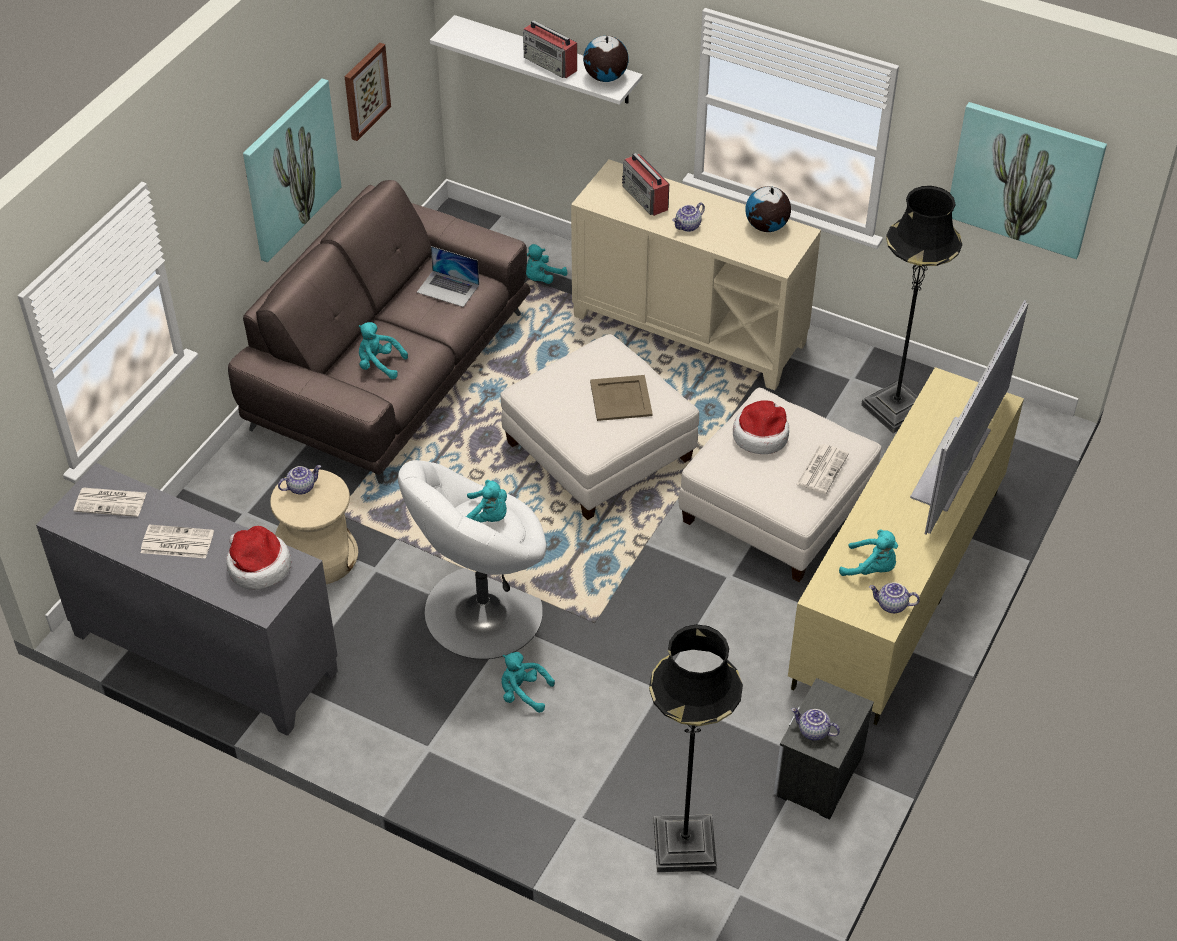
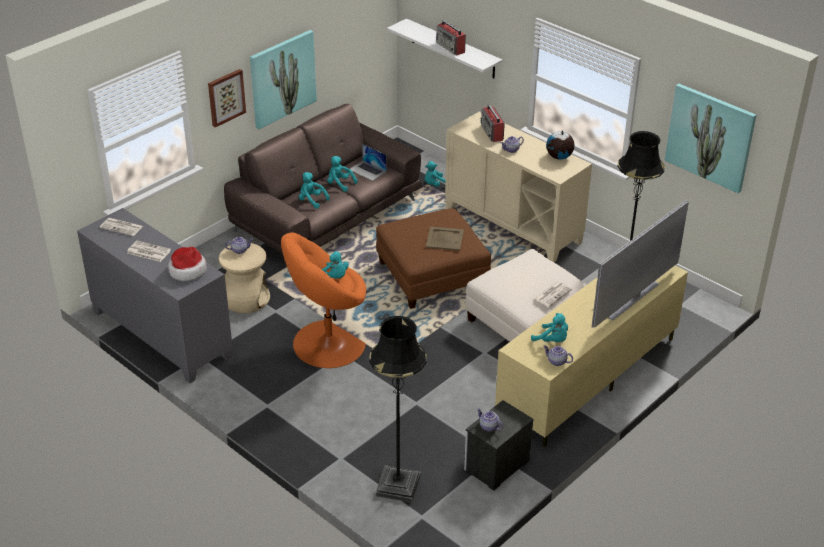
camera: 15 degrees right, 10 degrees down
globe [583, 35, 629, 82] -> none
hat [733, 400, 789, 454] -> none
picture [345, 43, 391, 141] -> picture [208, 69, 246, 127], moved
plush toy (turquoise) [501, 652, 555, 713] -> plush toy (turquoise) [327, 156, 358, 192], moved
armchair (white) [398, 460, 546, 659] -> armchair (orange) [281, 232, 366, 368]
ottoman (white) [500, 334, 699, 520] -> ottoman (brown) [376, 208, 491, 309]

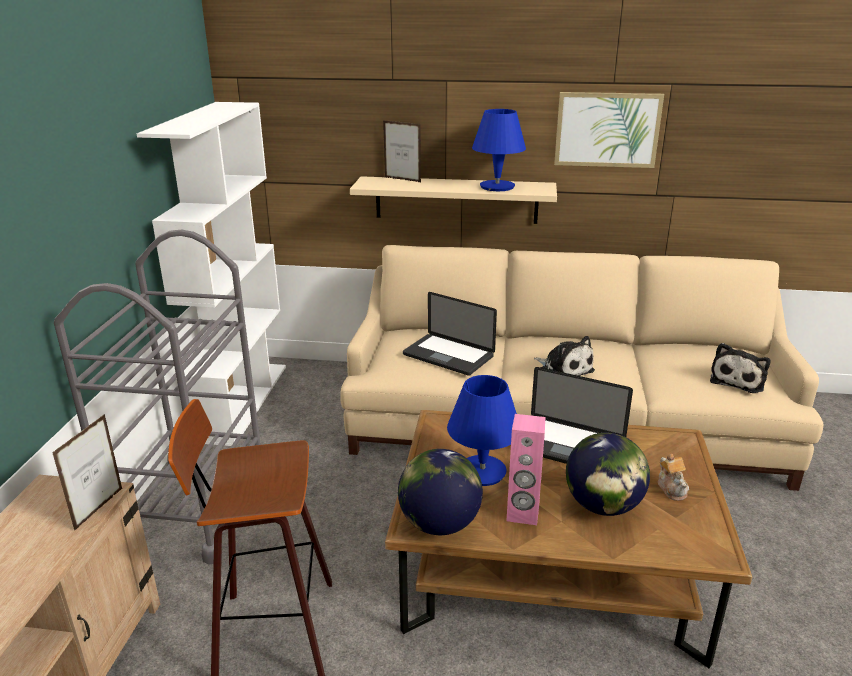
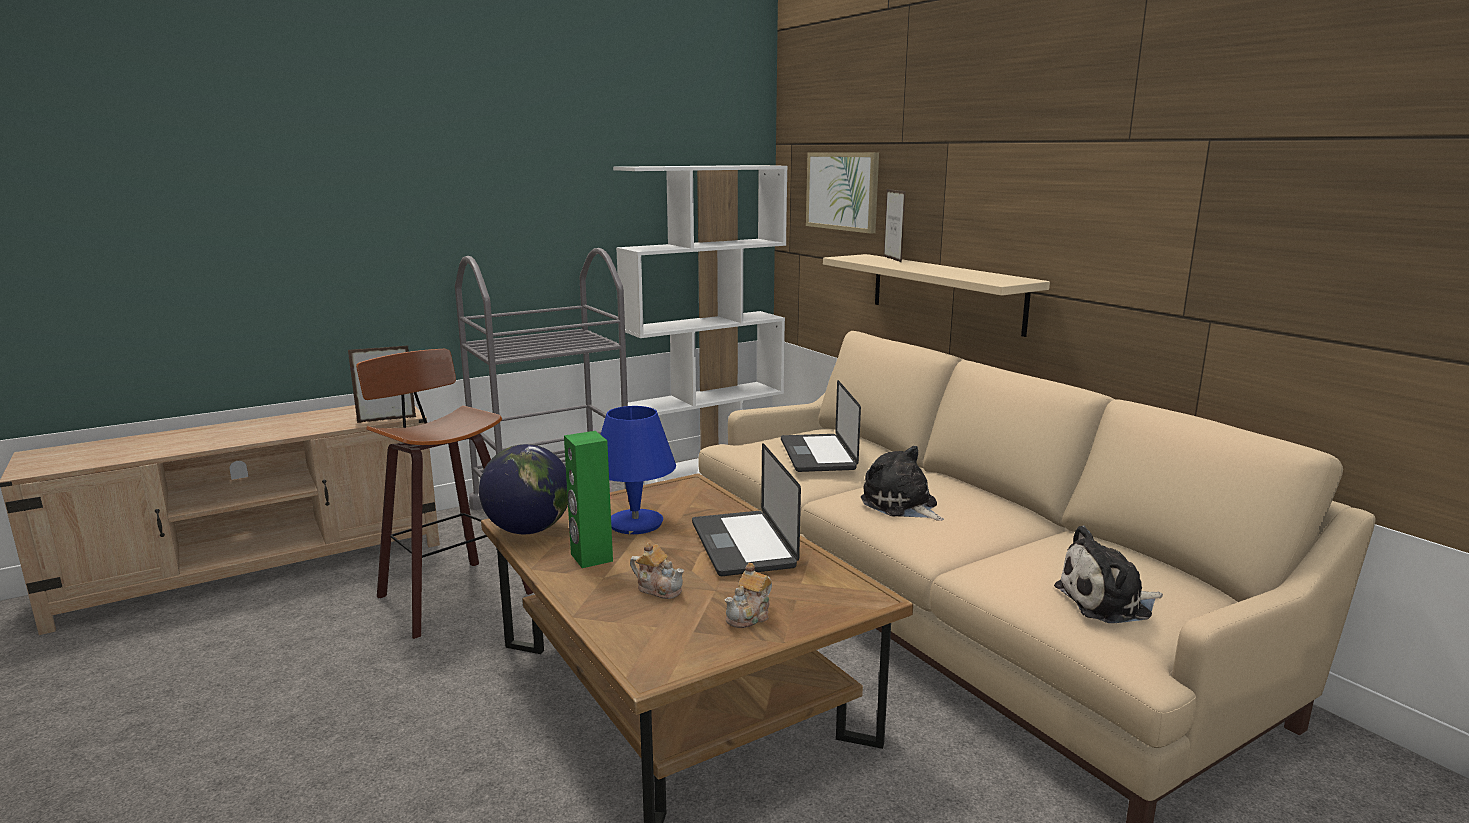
camera: 50 degrees right, 10 degrees down
table lamp (blue) [472, 109, 526, 191] -> none
picture [554, 92, 664, 168] -> picture [806, 152, 879, 234], moved
globe [566, 433, 650, 516] -> teapot [630, 542, 684, 599]
speaker (pink) [506, 414, 545, 525] -> speaker (green) [564, 431, 613, 568]
plush toy [534, 336, 595, 376] -> plush toy [861, 446, 944, 521], 135 degrees clockwise

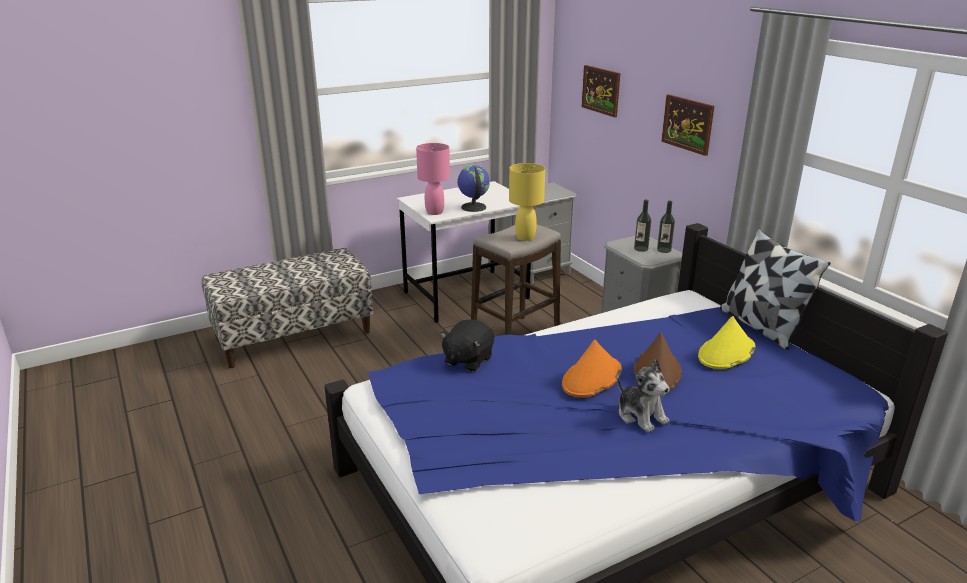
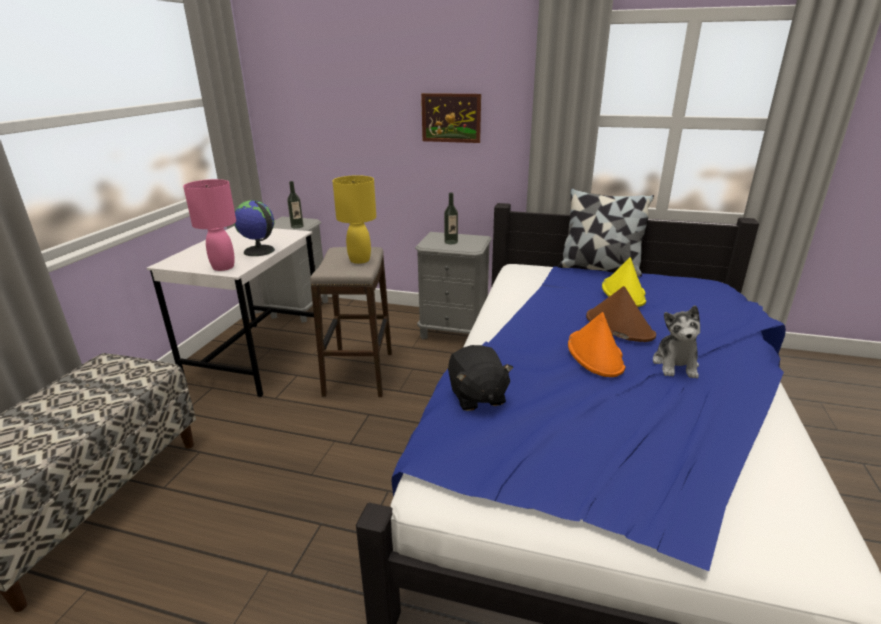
camera: 45 degrees left, 0 degrees up
picture [582, 65, 620, 117] -> none
bottle [657, 201, 675, 253] -> bottle [287, 181, 304, 229], moved
plush toy [618, 359, 670, 433] -> plush toy [653, 305, 700, 378], 90 degrees clockwise

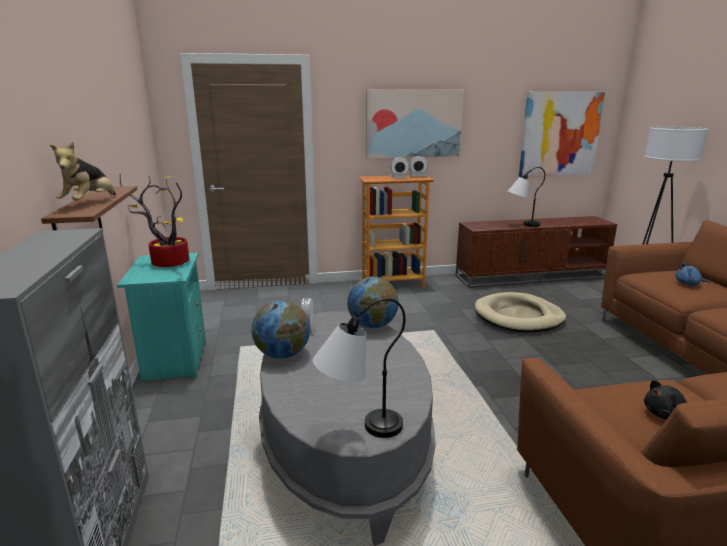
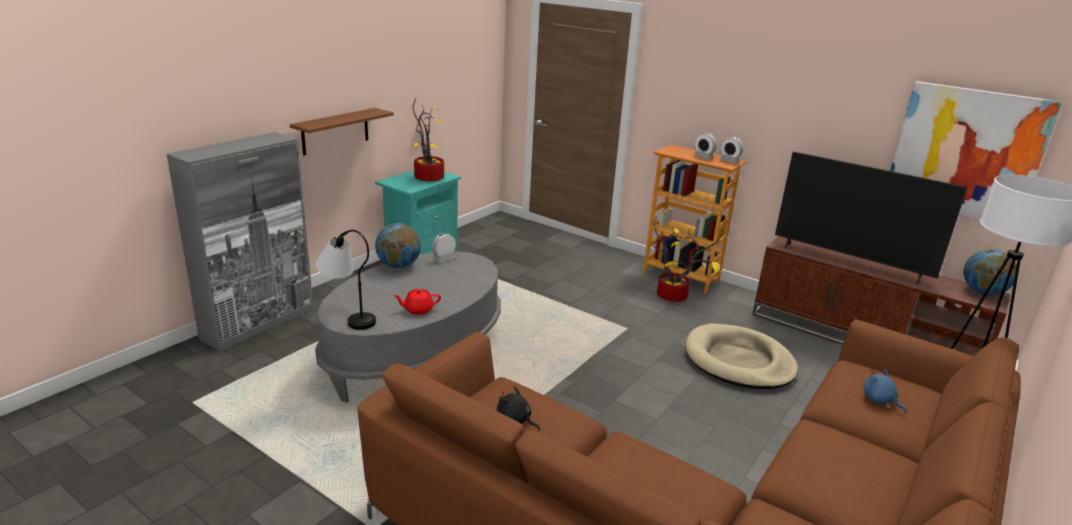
camera: 45 degrees right, 5 degrees up
plush toy [50, 142, 116, 201] -> none
picture [366, 90, 464, 158] -> none
none -> teapot (red) [393, 289, 441, 315]
none -> potted plant [650, 217, 721, 302]
globe [347, 277, 398, 328] -> globe [964, 249, 1017, 295], moved
table lamp [508, 167, 545, 227] -> television [775, 152, 967, 285]

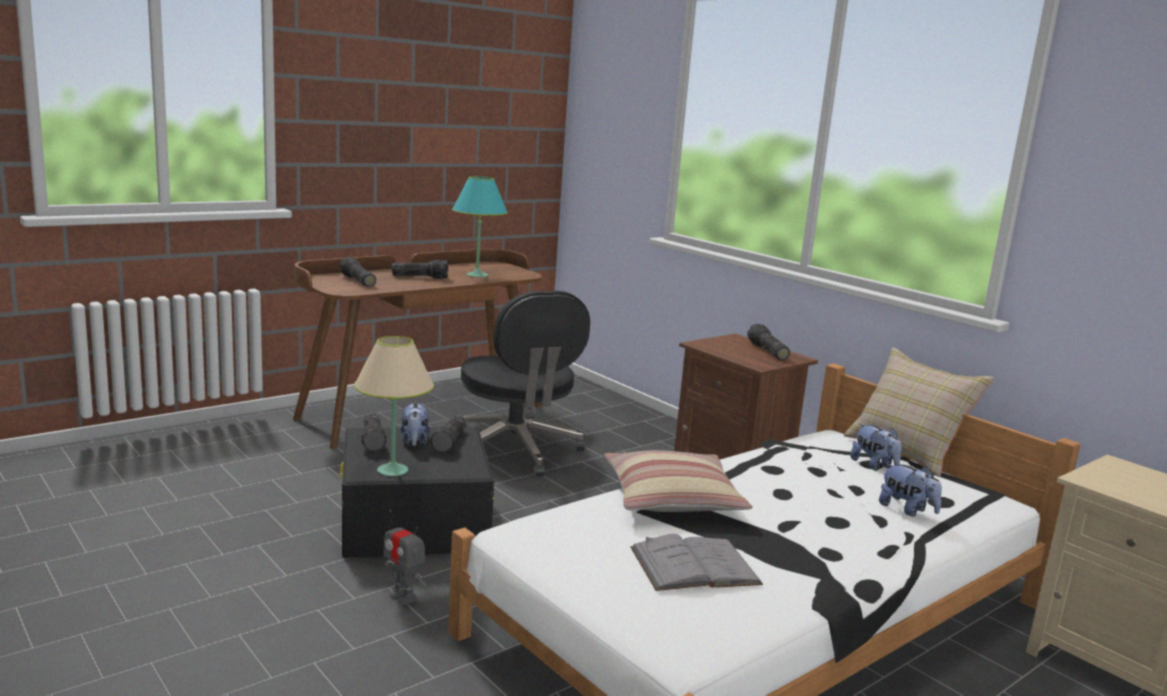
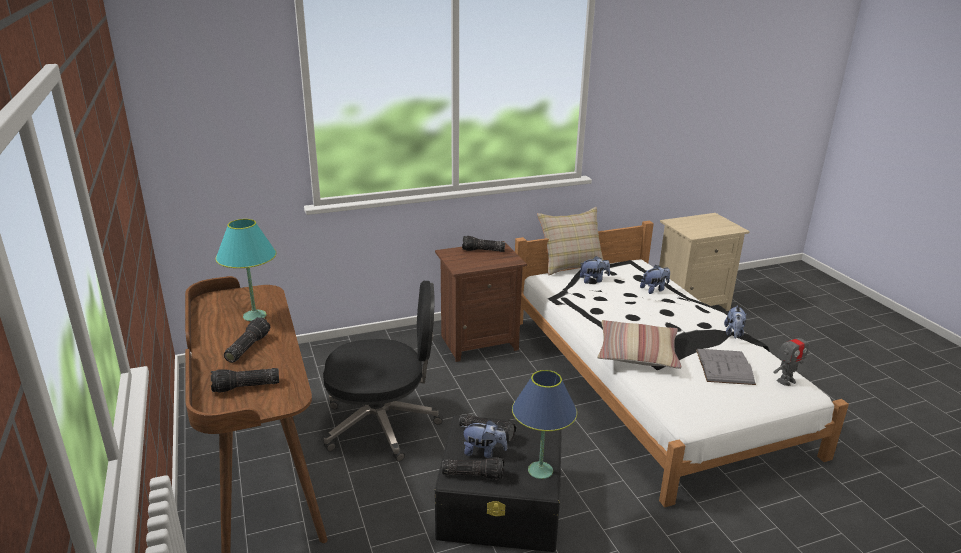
camera: 70 degrees left, 10 degrees up
none -> plush toy [724, 305, 747, 338]
toy robot [384, 510, 427, 604] -> toy robot [773, 330, 809, 386], moved
table lamp (beige) [354, 336, 434, 476] -> table lamp (blue) [512, 370, 577, 479]

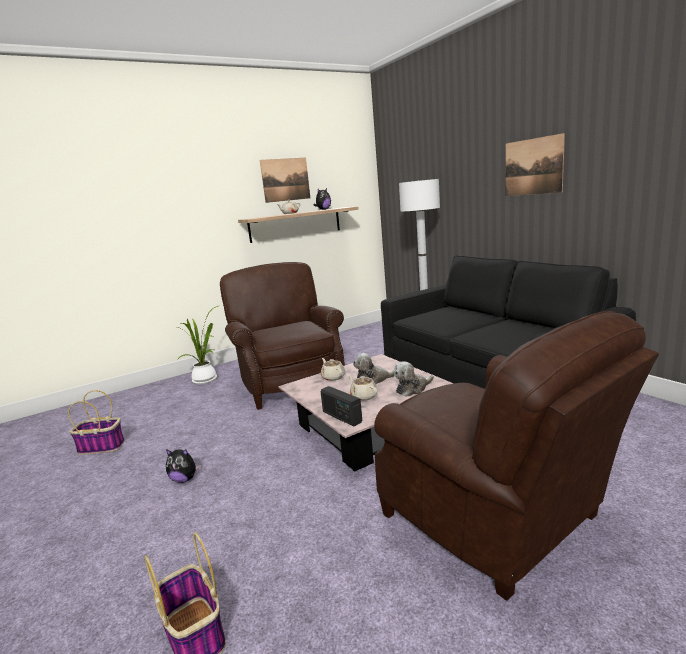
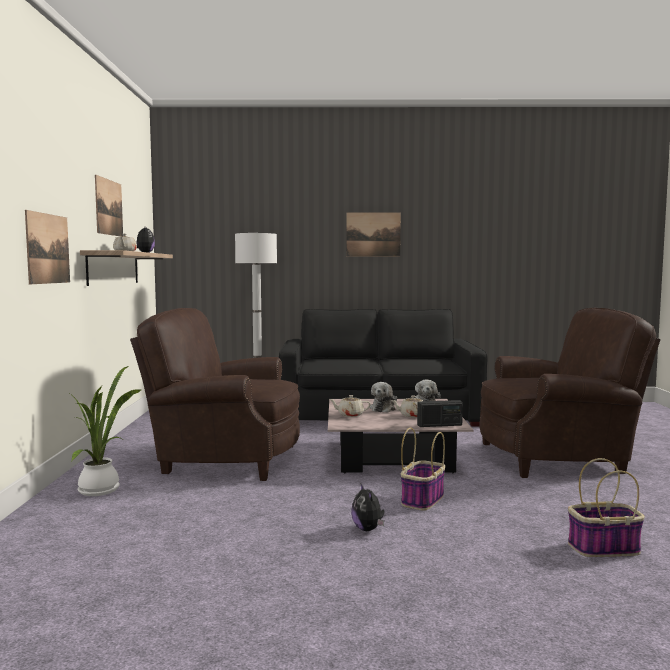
camera: 60 degrees left, 10 degrees down
none -> picture [25, 210, 70, 284]
basket [68, 390, 125, 455] -> basket [401, 428, 445, 511], moved
plush toy [166, 449, 201, 483] -> plush toy [351, 483, 385, 531], 120 degrees clockwise

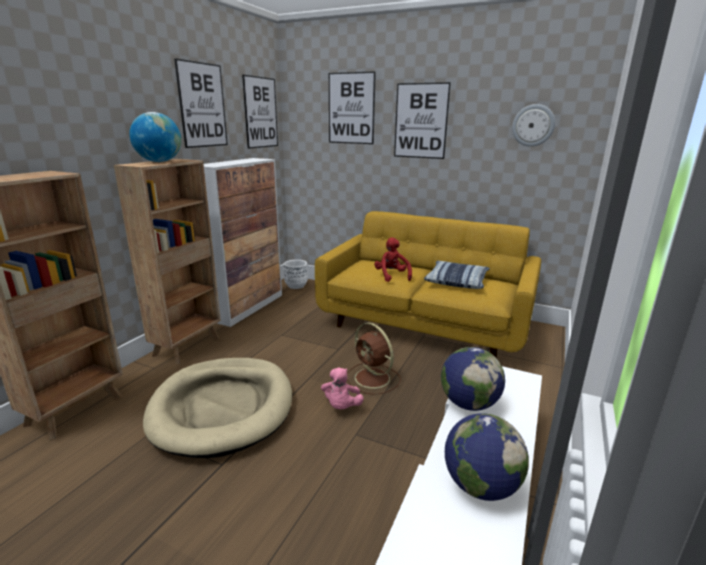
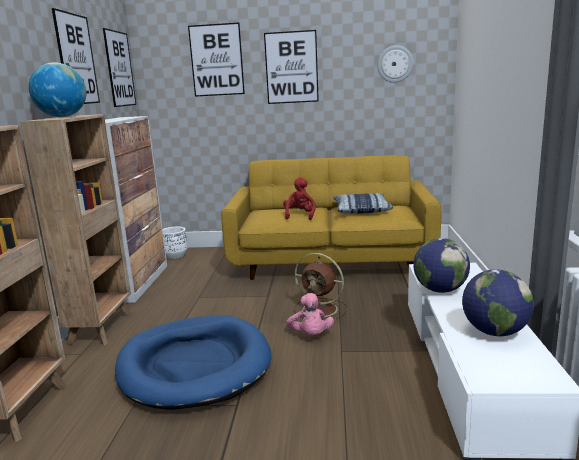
camera: 20 degrees left, 5 degrees down
dog bed (beige) [143, 358, 292, 458] -> dog bed (blue) [115, 315, 272, 410]
plush toy (red) [374, 237, 412, 282] -> plush toy (red) [283, 177, 316, 220], 45 degrees clockwise

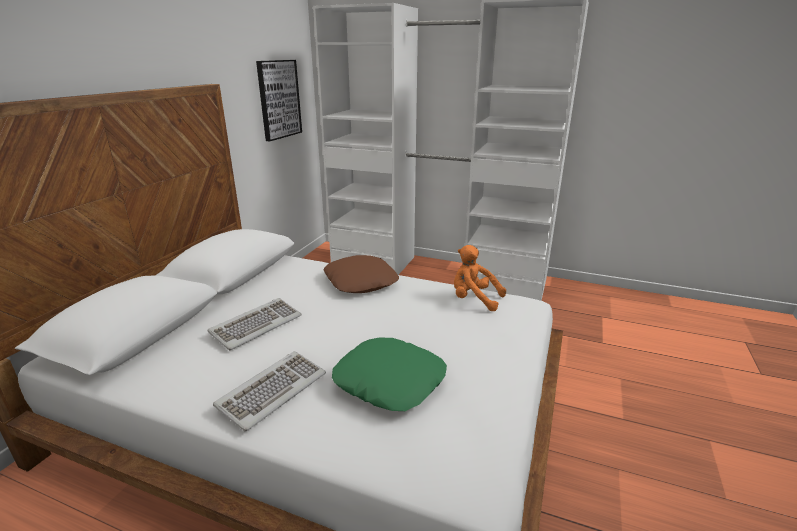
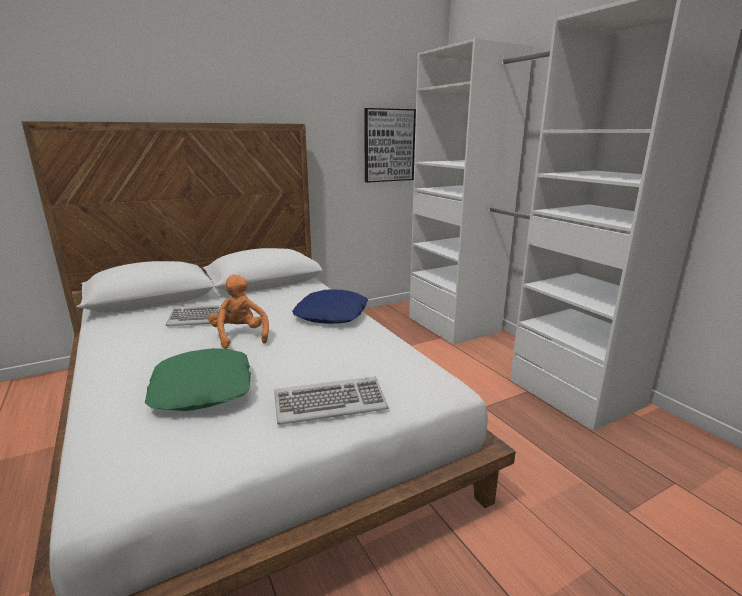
camera: 40 degrees right, 5 degrees down
keyboard [213, 351, 326, 431] -> keyboard [274, 377, 389, 425], moved
plush toy (orange) [454, 245, 506, 311] -> plush toy (orange) [208, 275, 269, 349], moved
pillow (brown) [324, 255, 399, 293] -> pillow (blue) [292, 289, 368, 324]

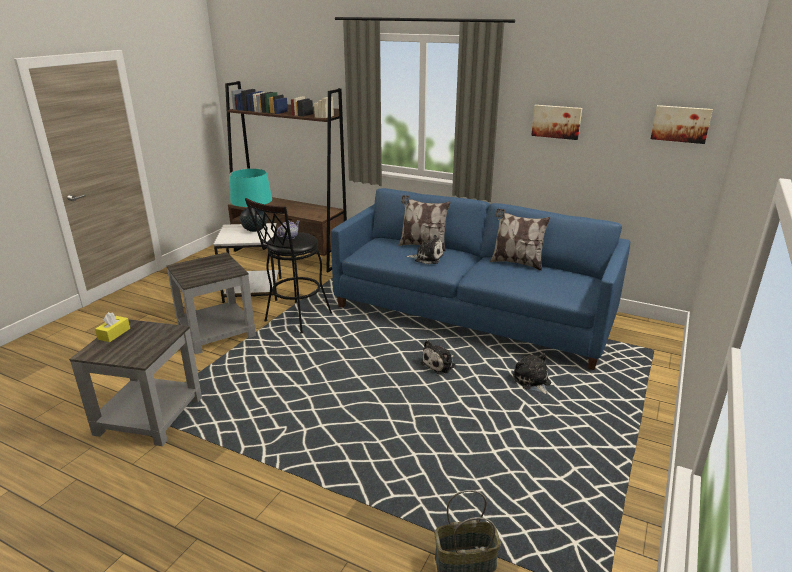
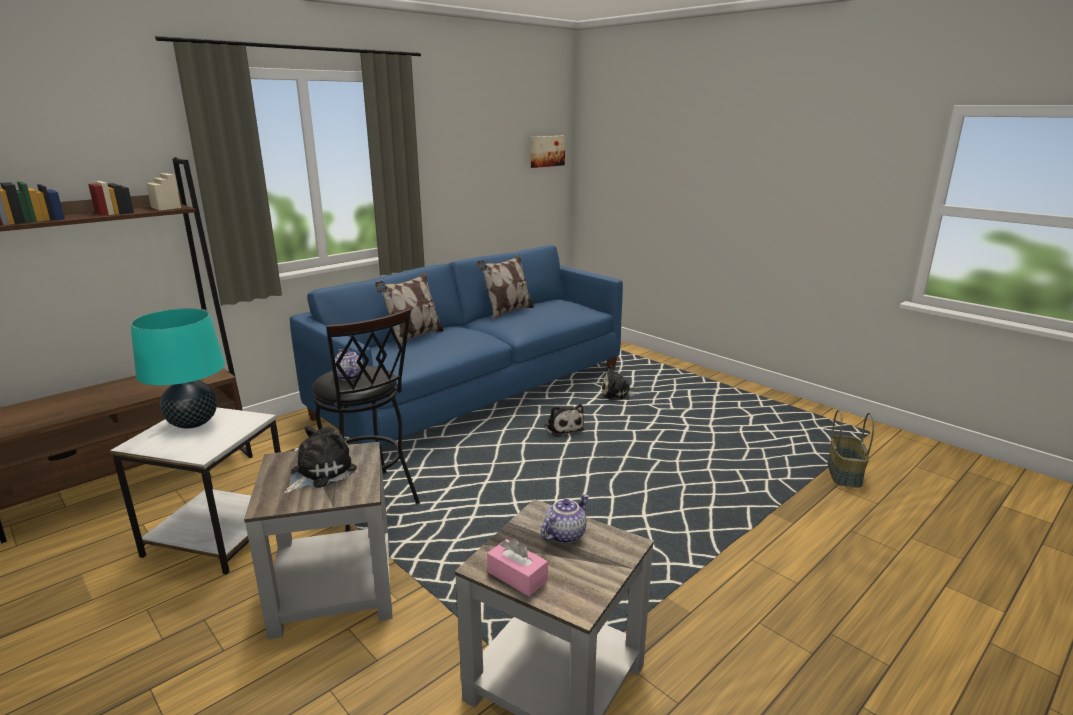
camera: 70 degrees left, 5 degrees down
picture [531, 105, 582, 140] -> none
none -> teapot [541, 494, 589, 543]
plush toy [406, 235, 444, 264] -> plush toy [284, 426, 357, 494], moved
tissue box (yellow) [95, 312, 130, 342] -> tissue box (pink) [487, 538, 548, 596]

